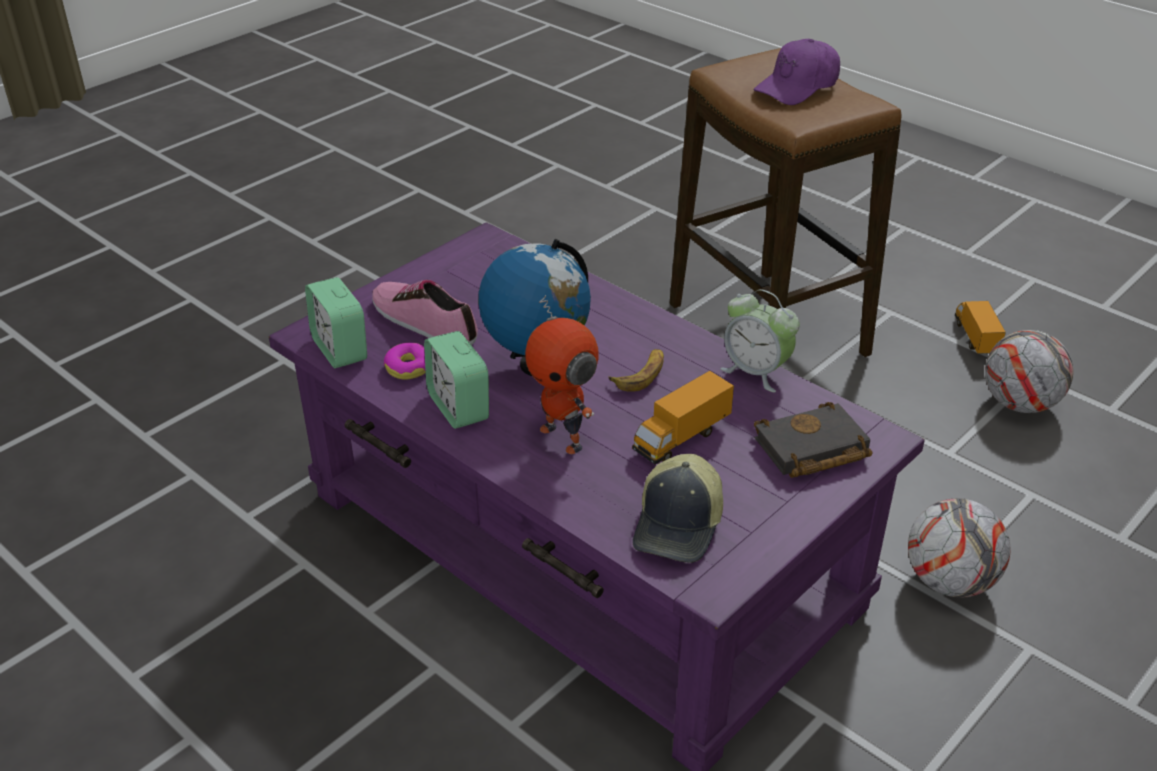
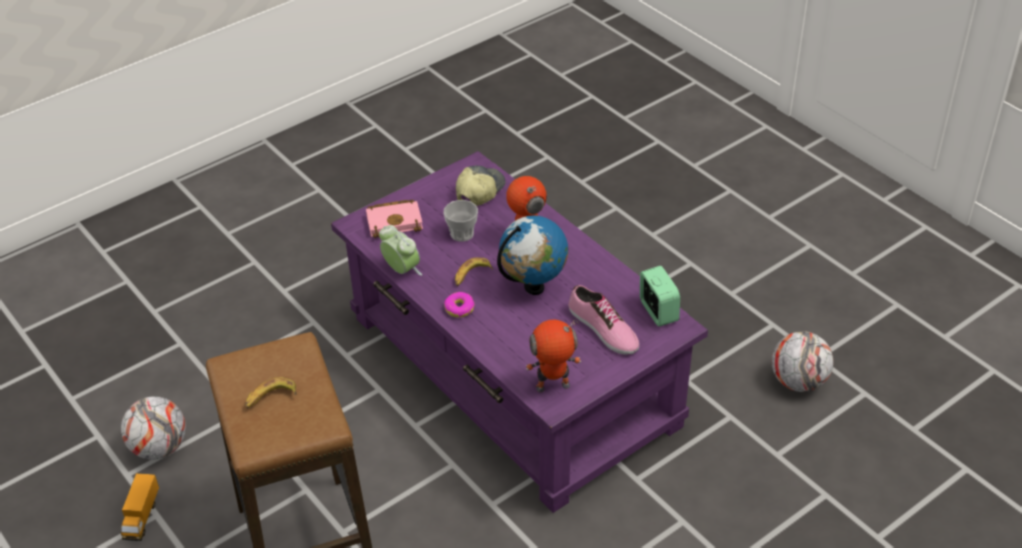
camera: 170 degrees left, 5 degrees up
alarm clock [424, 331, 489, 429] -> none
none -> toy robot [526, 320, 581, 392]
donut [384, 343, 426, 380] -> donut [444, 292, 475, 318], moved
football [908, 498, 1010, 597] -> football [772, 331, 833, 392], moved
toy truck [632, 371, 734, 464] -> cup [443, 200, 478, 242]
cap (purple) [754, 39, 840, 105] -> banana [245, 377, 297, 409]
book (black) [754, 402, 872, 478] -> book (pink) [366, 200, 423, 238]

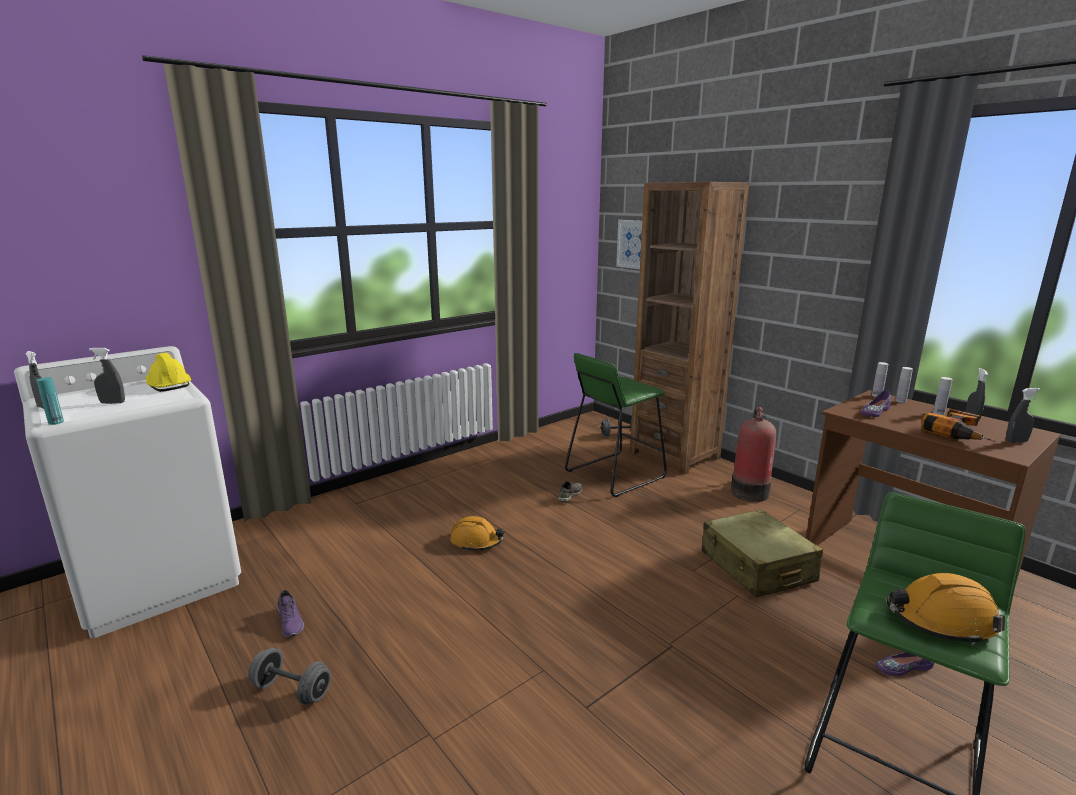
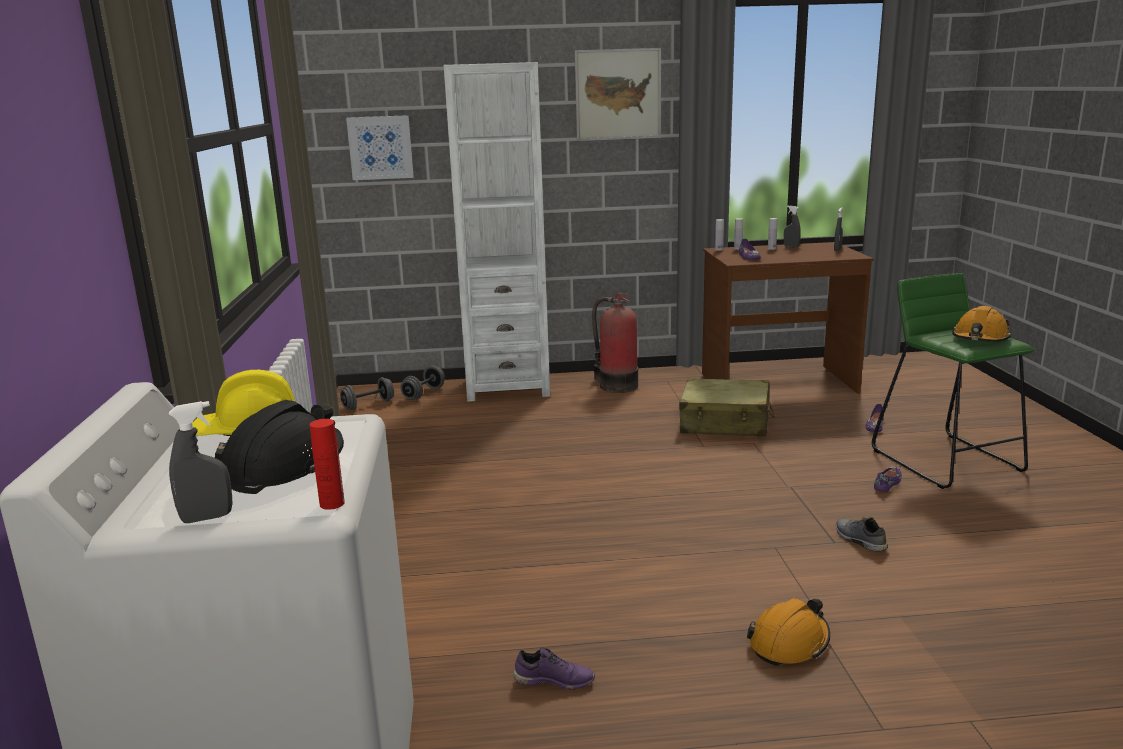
camera: 55 degrees left, 0 degrees up
stool (green) [565, 353, 667, 497] -> none
power drill [921, 409, 996, 442] -> none
none -> picture [575, 48, 661, 141]
none -> shoe (purple) [874, 466, 902, 492]
dumbbell (grey) [248, 648, 331, 705] -> dumbbell (grey) [340, 377, 394, 410], moved
hard hat (orange) [450, 516, 504, 551] -> hard hat (orange) [747, 598, 830, 666], moved
shoe (grey) [558, 481, 583, 502] -> shoe (grey) [836, 517, 888, 552], moved
spray bottle (grey) [89, 348, 125, 404] -> hard hat (black) [215, 400, 344, 494]
bottle (turquoise) [37, 377, 64, 425] -> bottle (red) [310, 419, 345, 510]
bookcase (brown) [630, 182, 749, 475] -> bookcase (white) [444, 62, 550, 402]

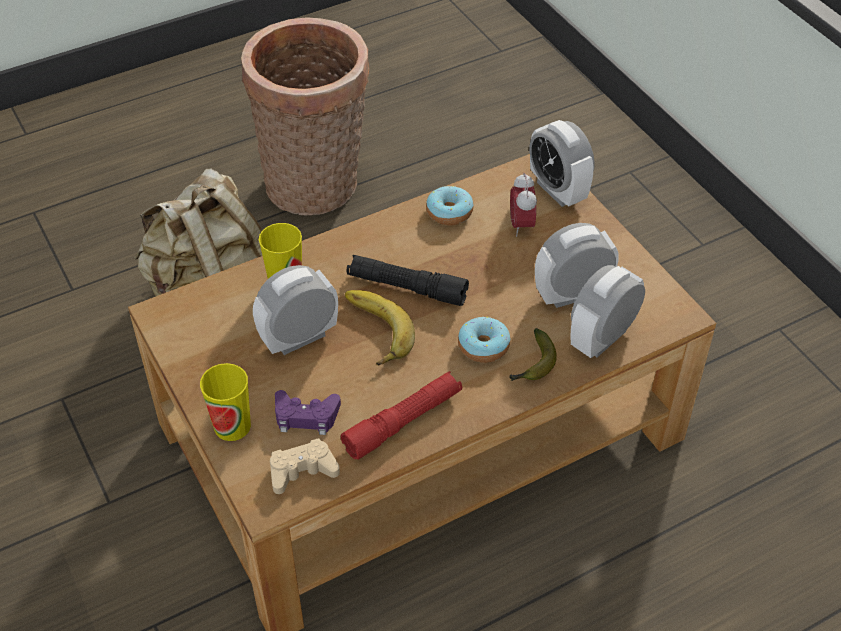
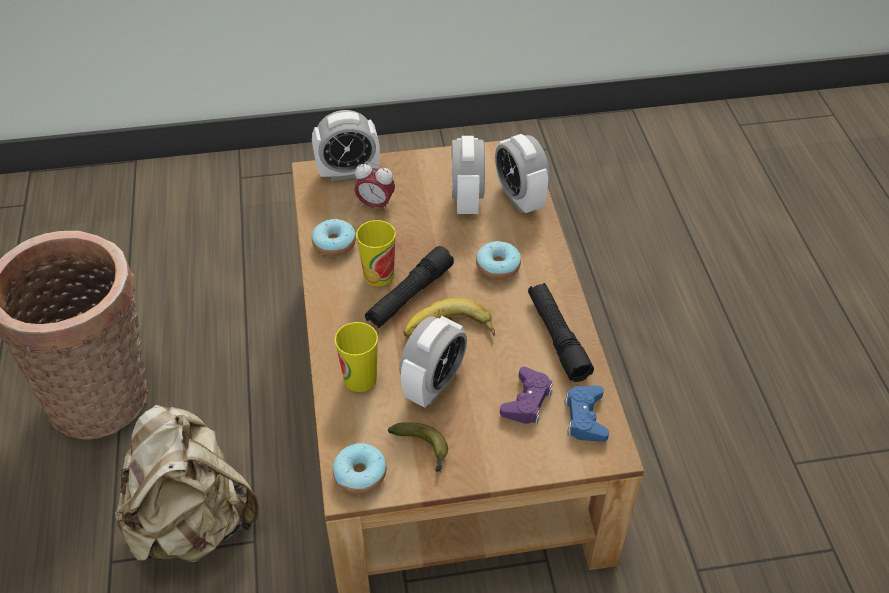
camera: 70 degrees left, 0 degrees up
none -> donut [333, 443, 386, 494]
cup [200, 363, 251, 441] -> cup [356, 220, 396, 286], moved
banana [510, 328, 557, 381] -> banana [388, 422, 448, 472], moved
game controller (beige) [270, 438, 340, 494] -> game controller (blue) [564, 385, 609, 442]
flashlight (red) [341, 371, 462, 460] -> flashlight (black) [528, 283, 594, 382]
alarm clock [253, 265, 338, 355] -> alarm clock [399, 316, 467, 408], 135 degrees counterclockwise

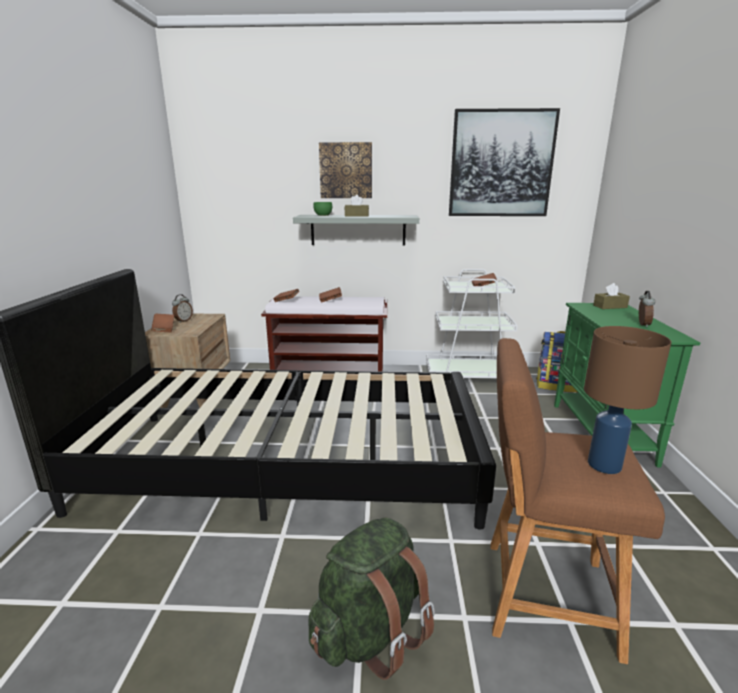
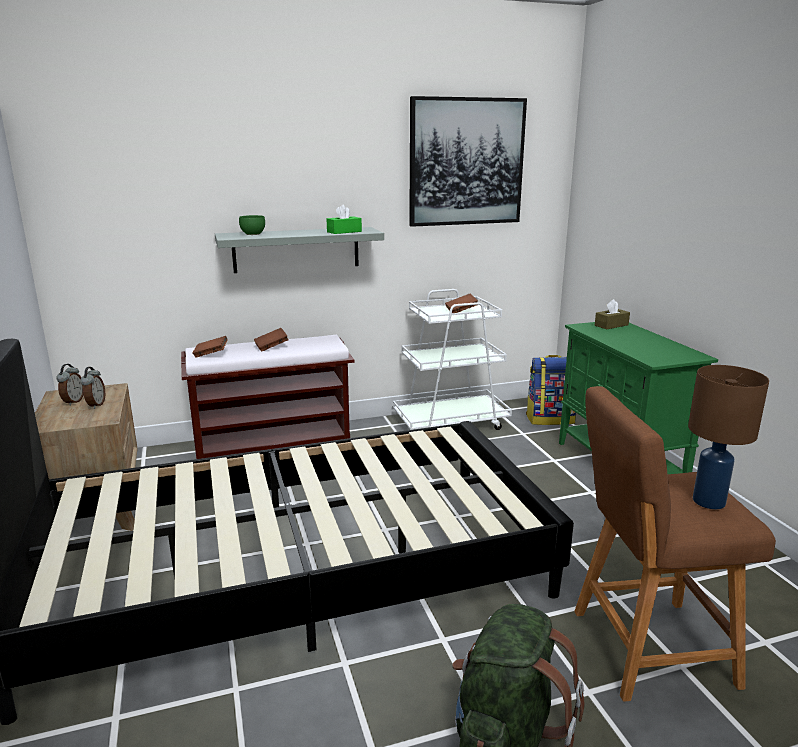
camera: 20 degrees left, 0 degrees up
book (brown) [151, 314, 174, 332] -> none
picture [319, 142, 372, 198] -> none
tissue box (brown) [344, 195, 369, 216] -> none
none -> tissue box (green) [327, 204, 362, 234]
alarm clock [639, 291, 655, 327] -> alarm clock [80, 367, 105, 409], moved

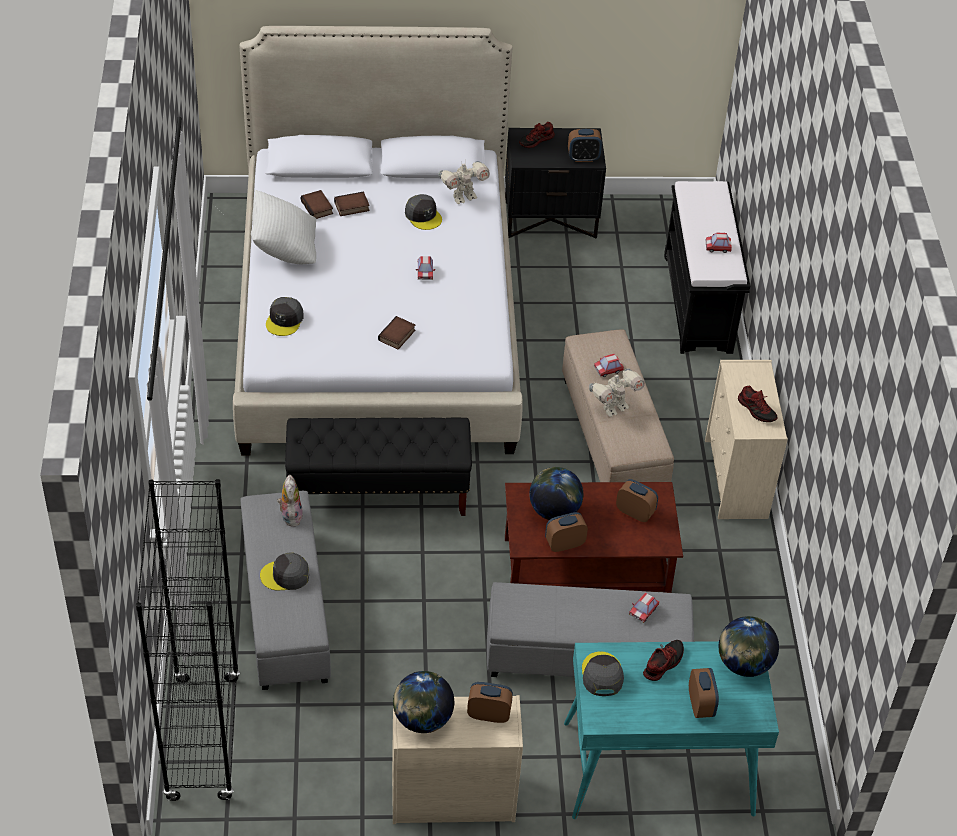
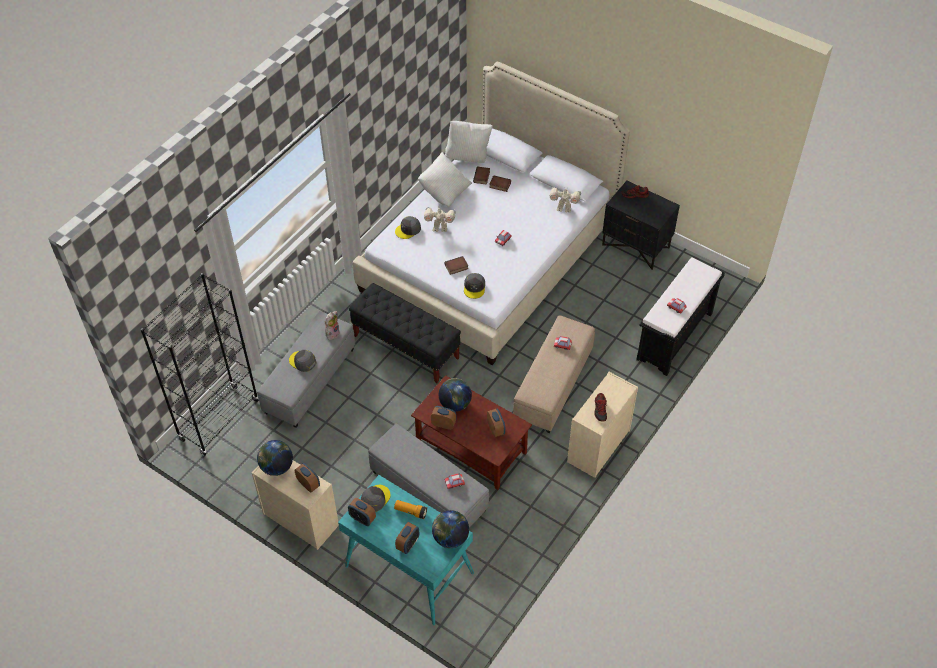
camera: 40 degrees right, 5 degrees up
none -> pillow (white) [445, 121, 493, 163]
cap (grey) [405, 194, 442, 230] -> cap (grey) [464, 273, 485, 299], moved
alarm clock [568, 129, 602, 162] -> alarm clock [348, 498, 376, 526], moved
toy robot [589, 368, 645, 417] -> toy robot [424, 207, 456, 232], moved
shoe [643, 640, 684, 681] -> flashlight [394, 500, 427, 519]

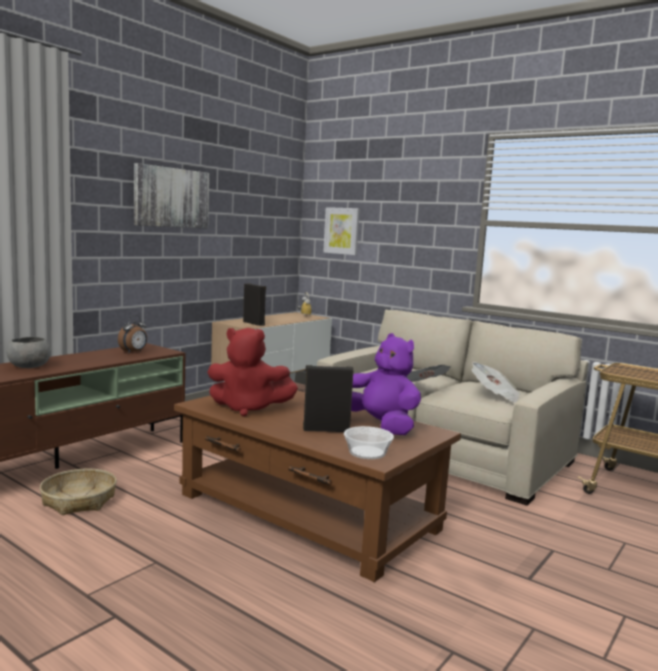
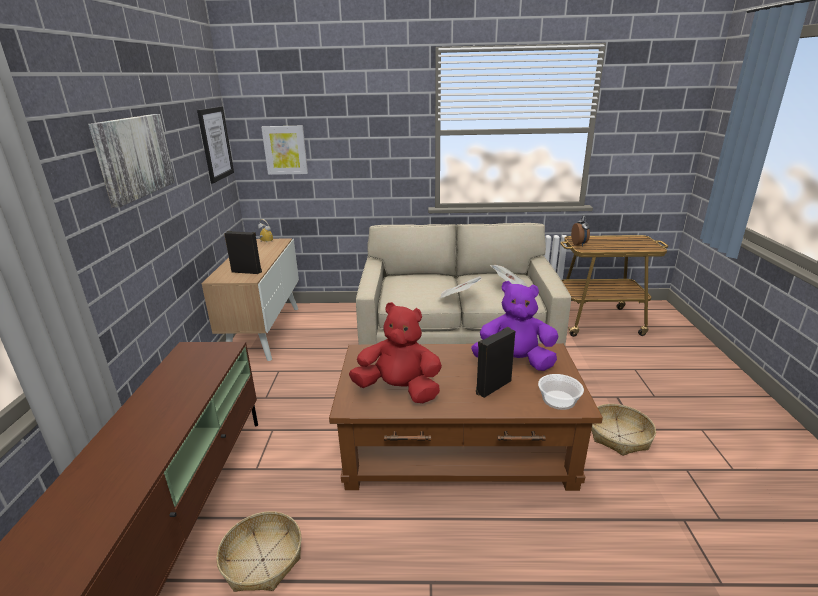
camera: 35 degrees left, 15 degrees up
bowl (grey) [6, 337, 51, 368] -> none
none -> picture [197, 106, 234, 183]
none -> basket [591, 404, 656, 456]
alarm clock [118, 315, 147, 354] -> alarm clock [571, 216, 590, 247], moved
plush toy (red) [207, 328, 298, 416] -> plush toy (red) [349, 302, 442, 403], 135 degrees counterclockwise

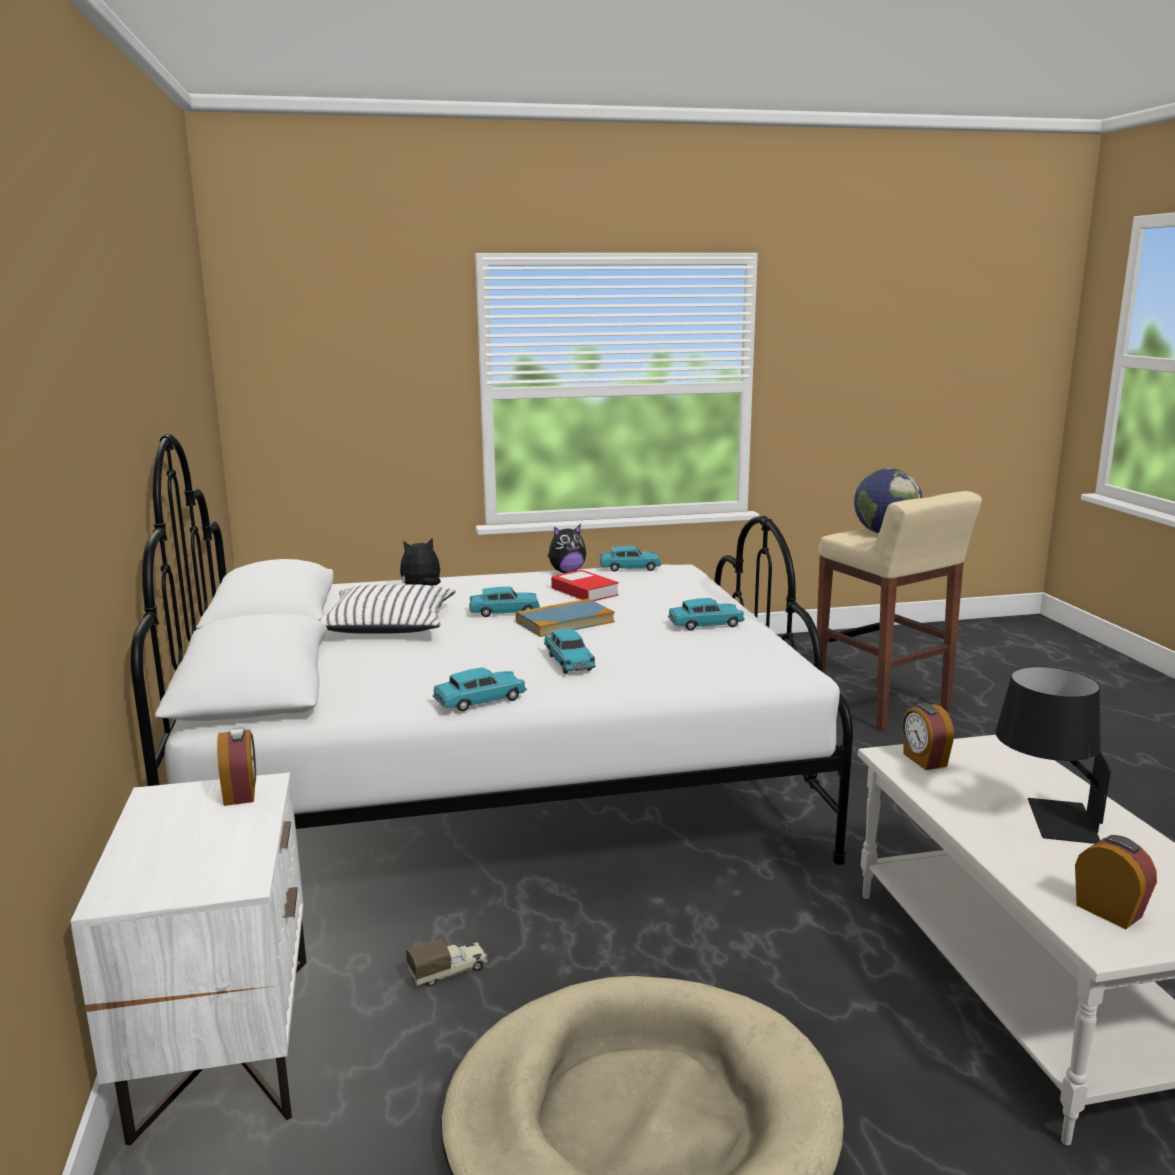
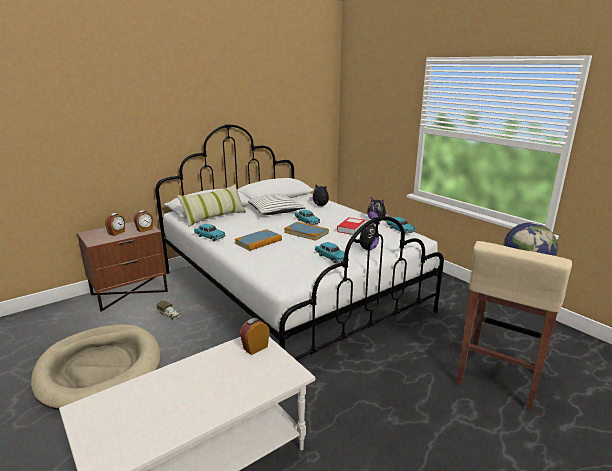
camera: 65 degrees right, 5 degrees up
table lamp (black) [996, 666, 1111, 844] -> none
none -> pillow [177, 184, 246, 227]
none -> plush toy [354, 223, 379, 250]
alarm clock [1075, 835, 1157, 929] -> alarm clock [105, 213, 125, 236], moved
toy car (turquoise) [544, 629, 596, 674] -> book [235, 229, 282, 251]
nightstand (white) [71, 772, 306, 1146] -> nightstand (brown) [77, 222, 168, 312]

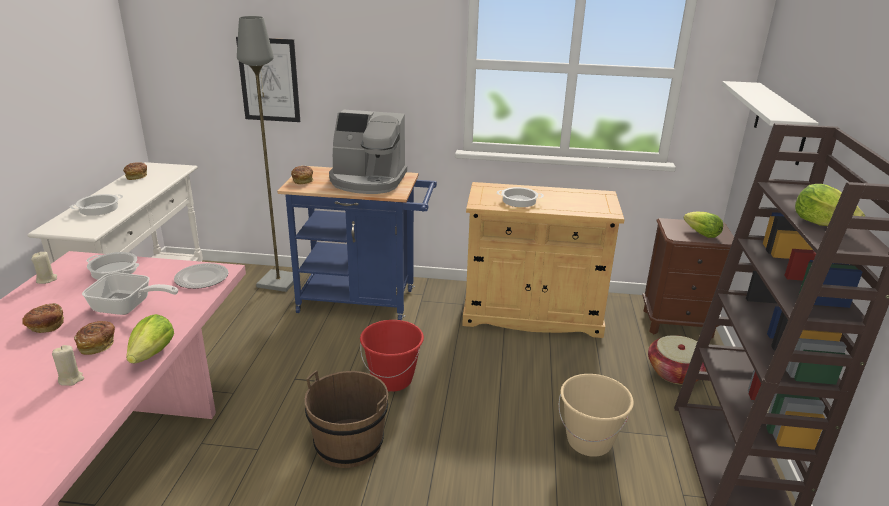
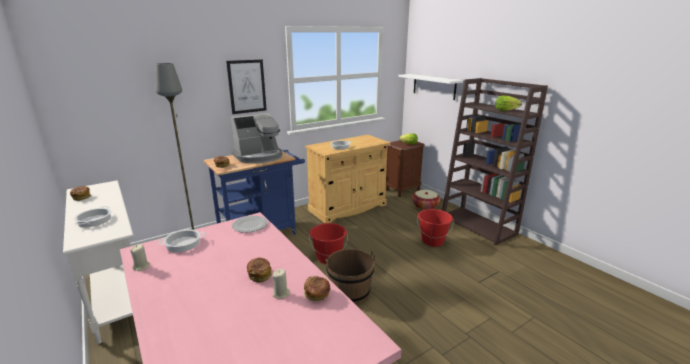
camera: 40 degrees left, 5 degrees down
frying pan [82, 272, 178, 315] -> none
lettuce [126, 314, 174, 363] -> none
bread [22, 303, 64, 333] -> bread [304, 276, 330, 301], moved
picture [236, 37, 300, 122] -> picture [226, 60, 267, 114], moved
bucket (beige) [559, 374, 634, 457] -> bucket (red) [417, 209, 453, 247]

